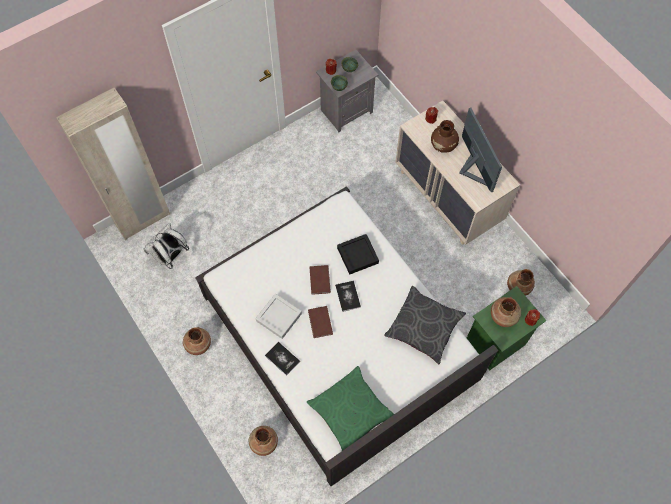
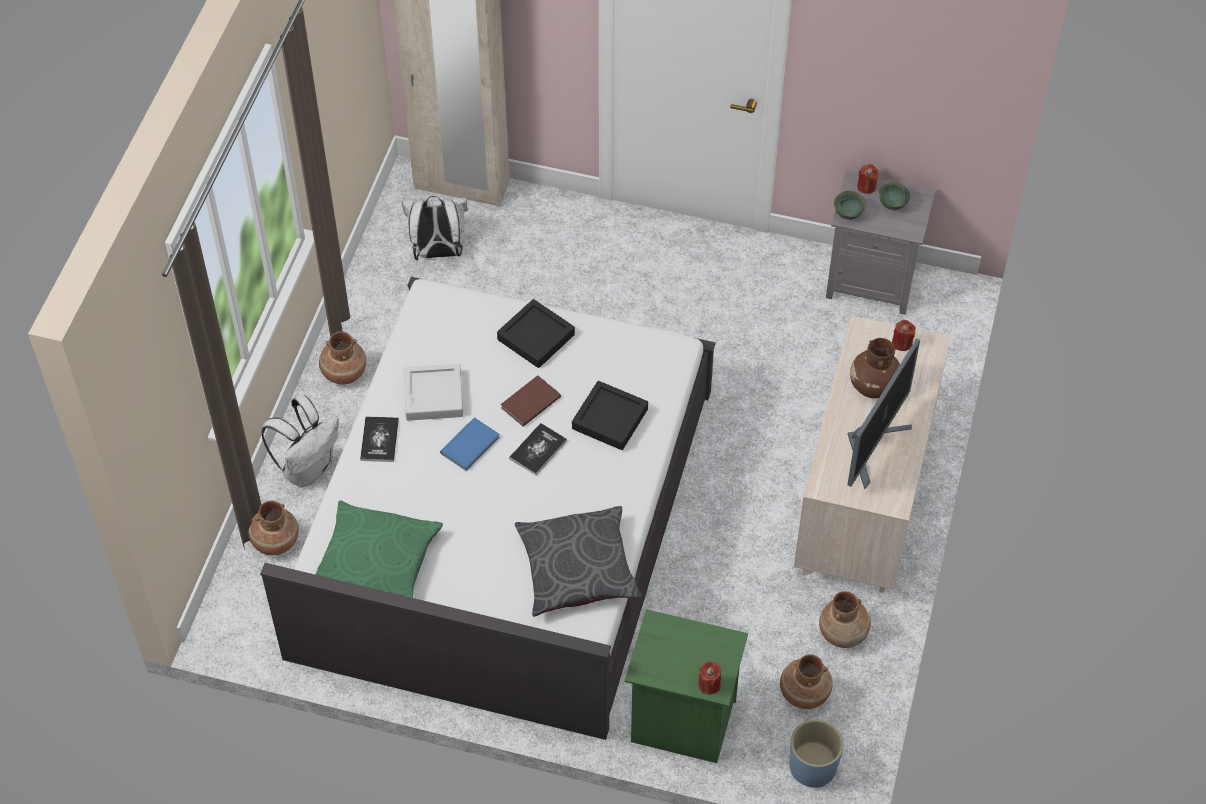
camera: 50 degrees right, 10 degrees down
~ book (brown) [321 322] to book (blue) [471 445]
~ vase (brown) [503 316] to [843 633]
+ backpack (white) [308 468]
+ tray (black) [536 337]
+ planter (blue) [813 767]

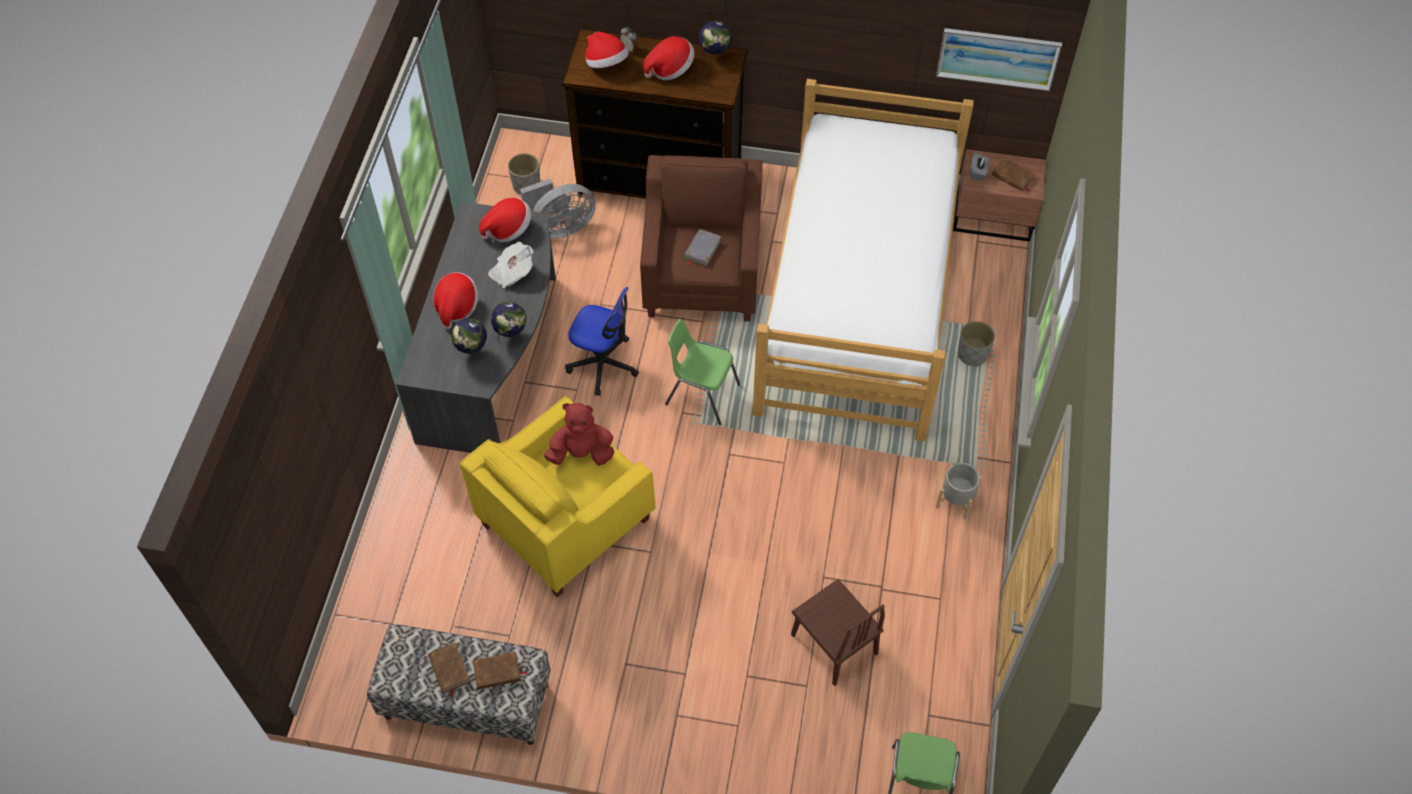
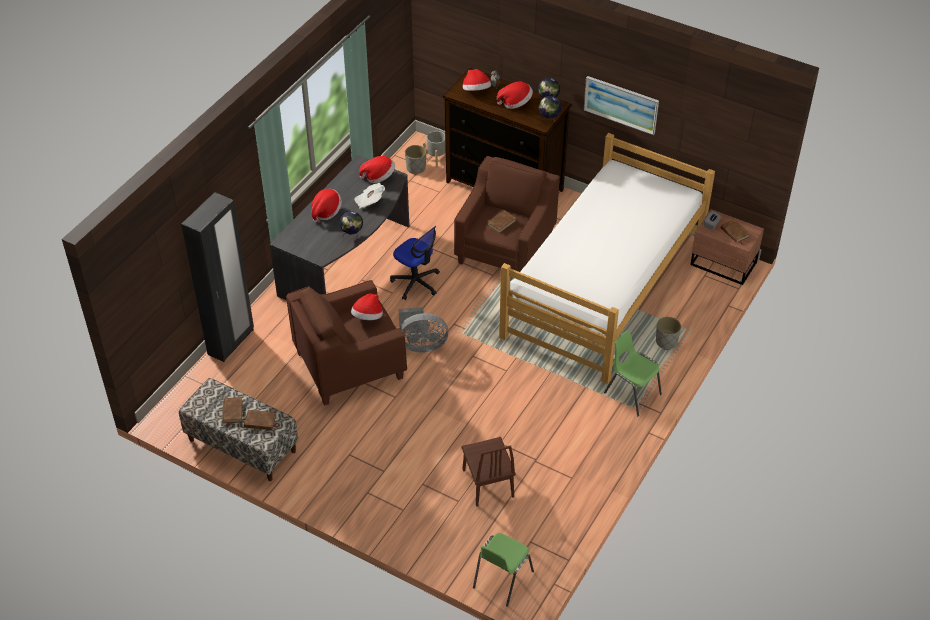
camera: 20 degrees right, 10 degrees down
~ globe [472 351] to [549 120]
~ armchair (yellow) [565 522] to armchair (brown) [349 365]
~ fan (grey) [561 227] to [421 345]
~ plush toy (red) [581 453] to hat [368 317]
~ chair (green) [701 394] to [632 393]
~ book (grey) [702 249] to book (brown) [501 223]
~ picture [998 58] to [621 104]
~ planter (grey) [956 500] to [436 158]
+ wardrobe (black) [231 342]

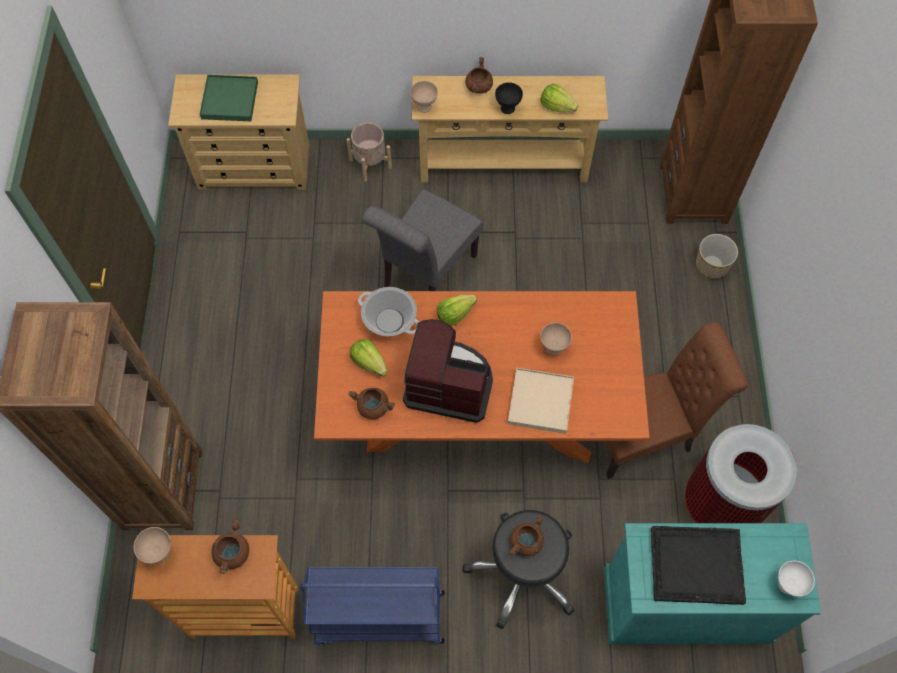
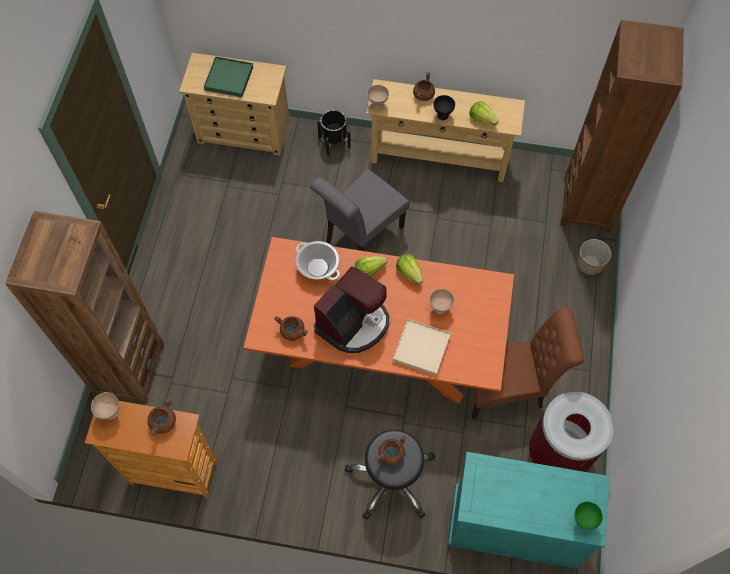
camera: 10 degrees right, 0 degrees up
- cart (blue) [378 618]
~ planter (beige) [370 163] to planter (black) [334 142]
~ lettuce [369 362] to [409 273]
~ coffee machine [449 384] = [353 323] 105 degrees clockwise
- tray (black) [695 565]
~ bowl (white) [786 584] to bowl (green) [583 520]

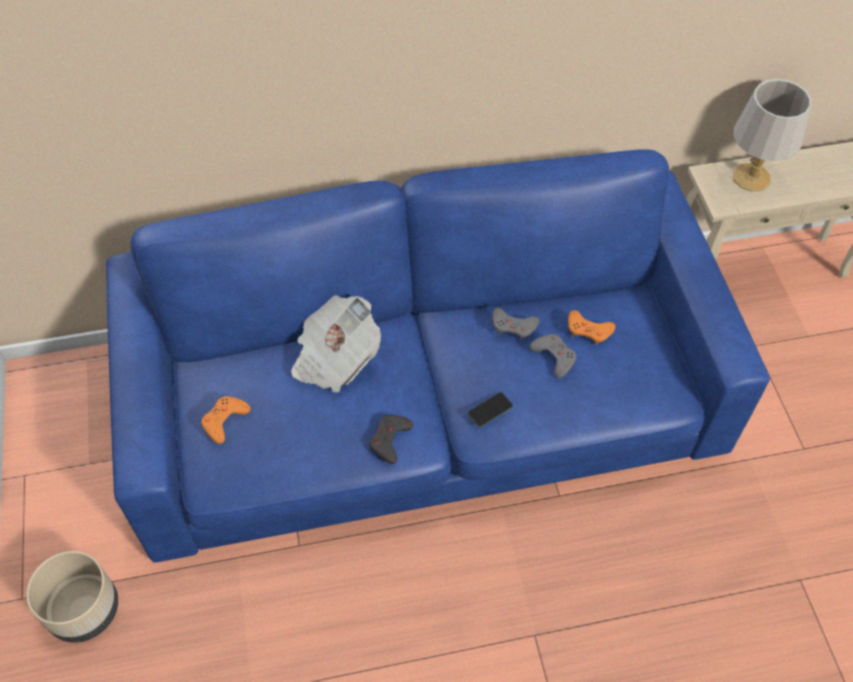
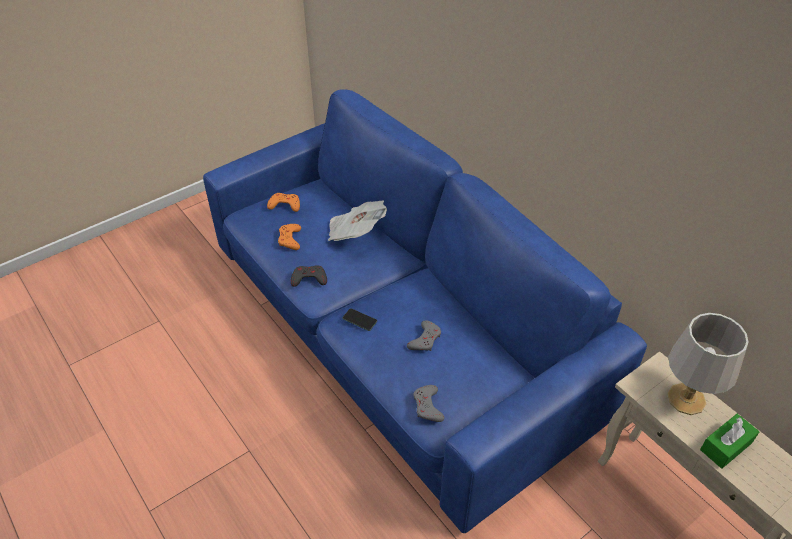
camera: 65 degrees right, 10 degrees down
- planter (beige) [85 610]
~ game controller (grey) [513 326] to [428 406]
~ game controller (orange) [589 330] to [290 239]
+ tissue box (green) [726 446]

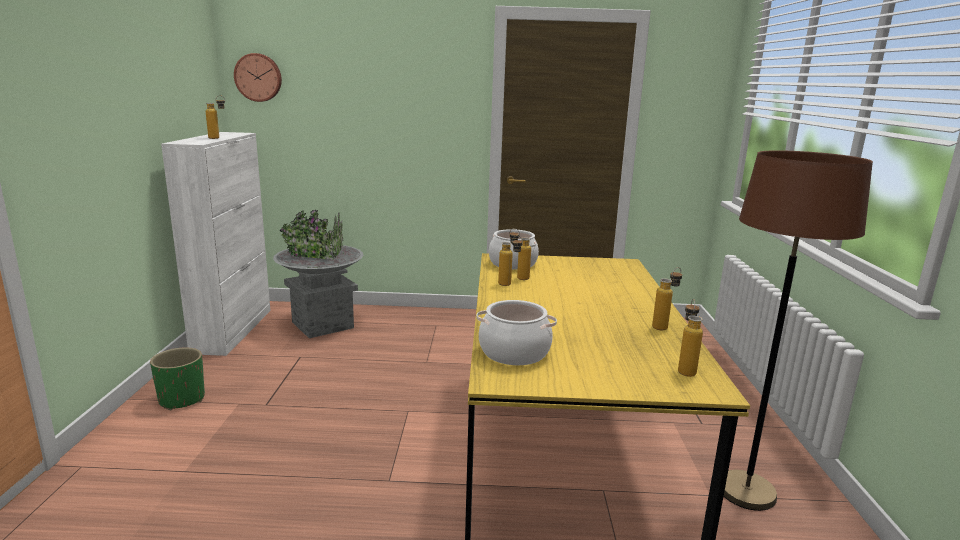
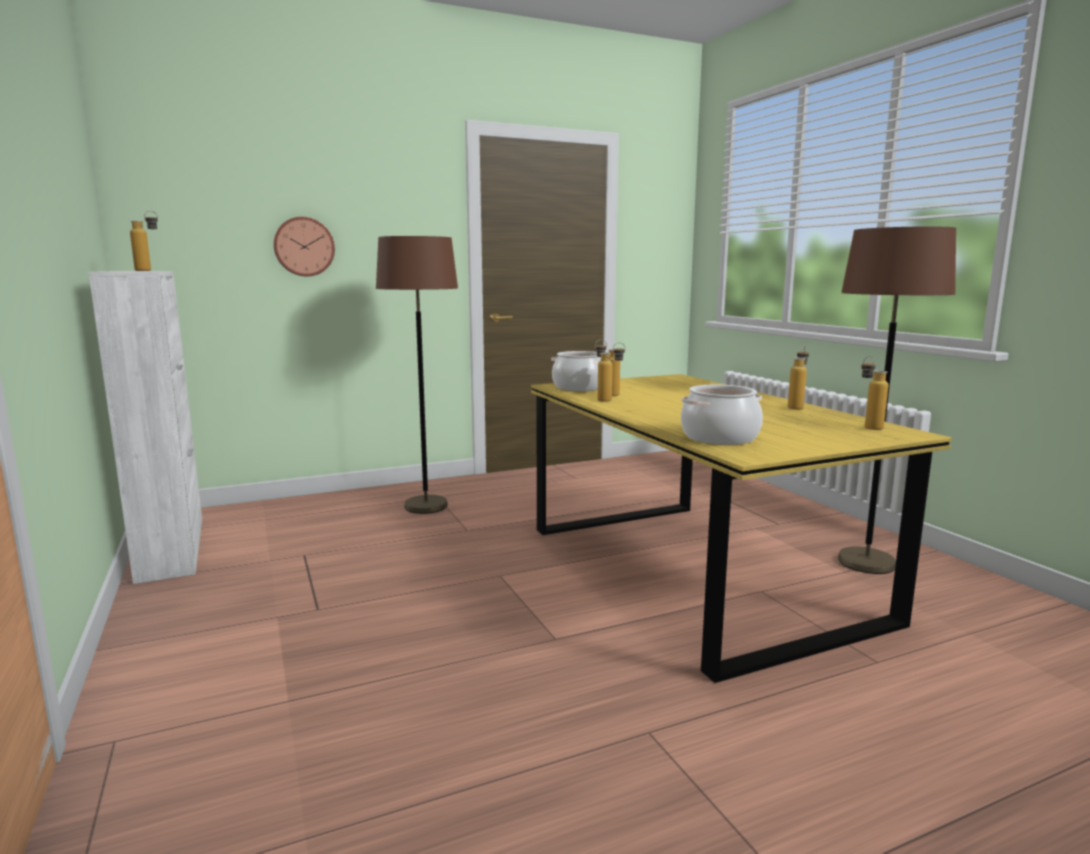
camera: 25 degrees left, 5 degrees down
- planter (green) [182 399]
~ wall clock [258 77] to [304 247]
- planter (grey) [323 325]
+ floor lamp (brown) [426 506]

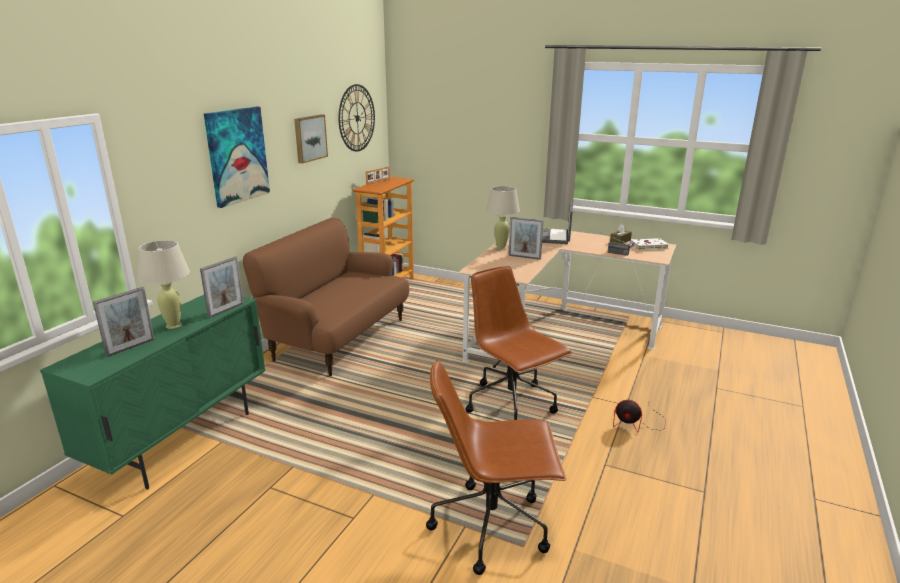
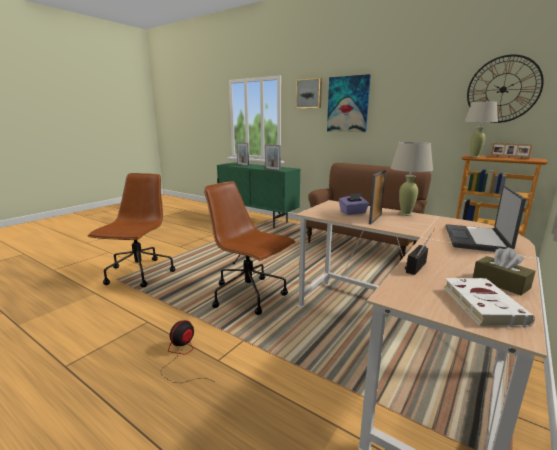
camera: 100 degrees right, 5 degrees down
~ table lamp (beige) [173 325] to [474 156]
~ picture [309 138] to [309 93]
~ office chair (brown) [512 405] = [249 295] 120 degrees counterclockwise
~ laptop [554 237] = [477 239] 90 degrees counterclockwise
+ tissue box (purple) [353 212]

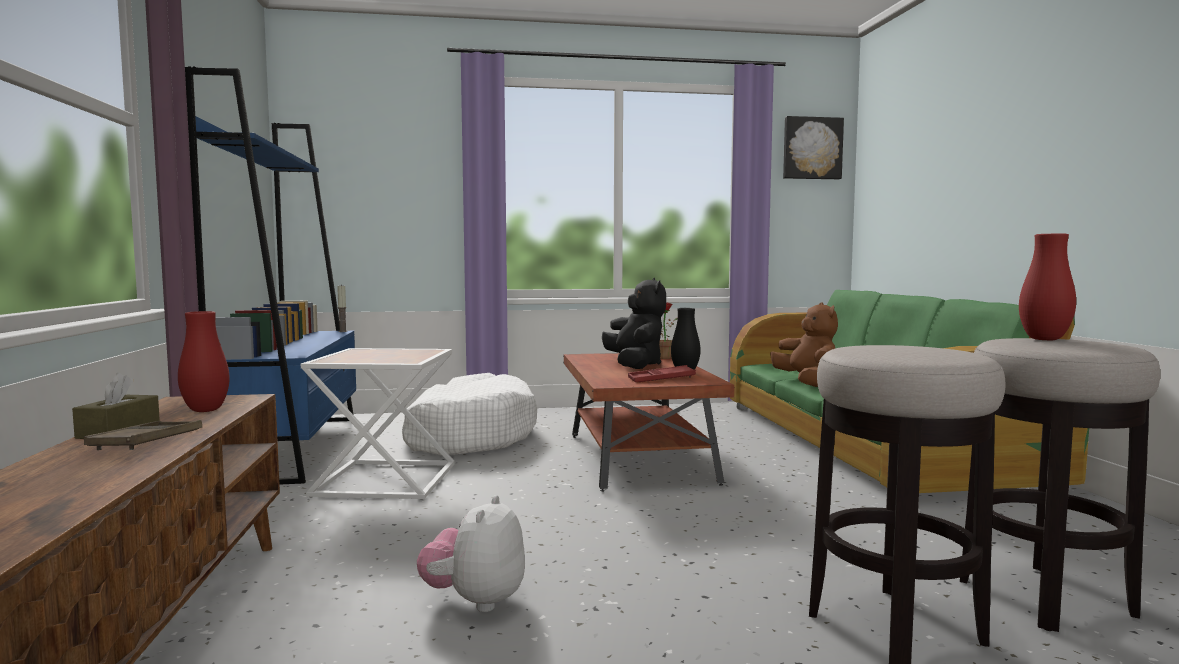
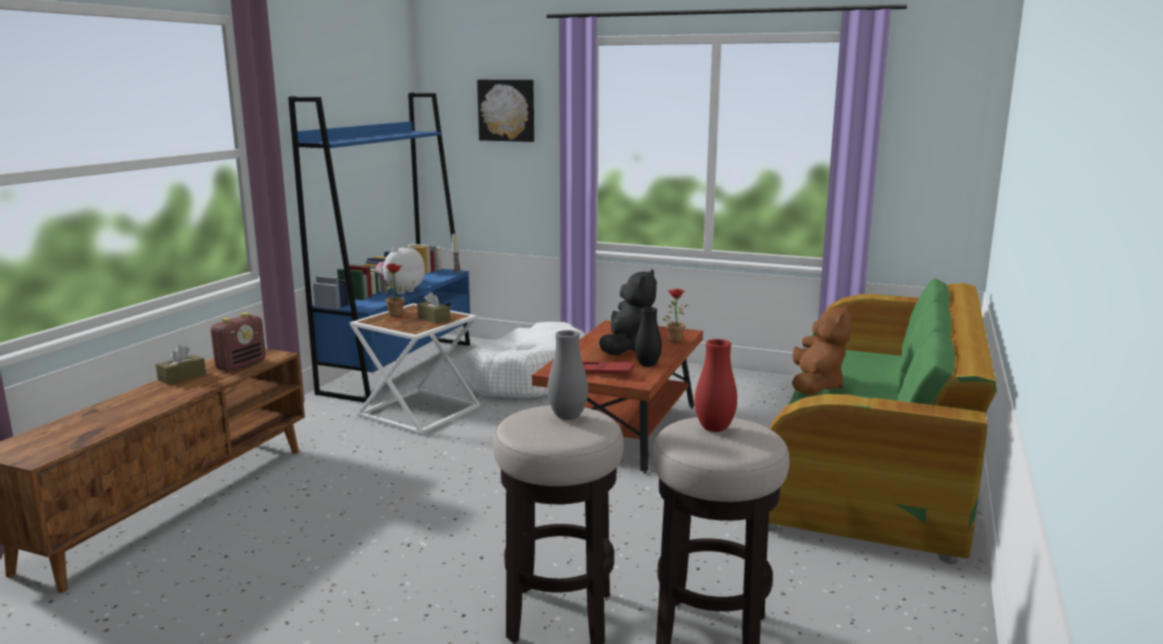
camera: 30 degrees right, 10 degrees up
- tray (brown) [147 442]
~ vase (red) [205 410] to radio [241 365]
~ plush toy [475 601] to [401 291]
~ picture [811 148] to [507 110]
+ potted plant [399 315]
+ tissue box (brown) [434 319]
+ vase (grey) [567 417]

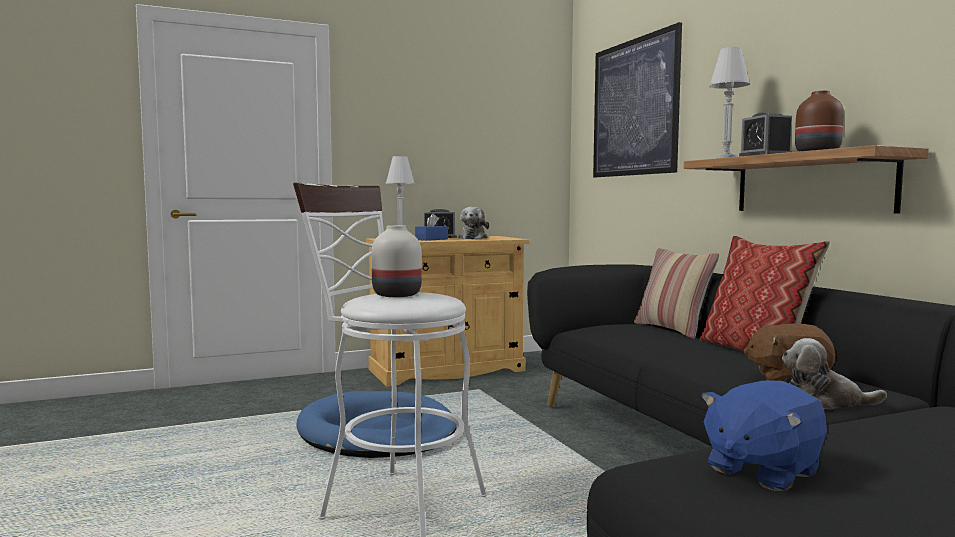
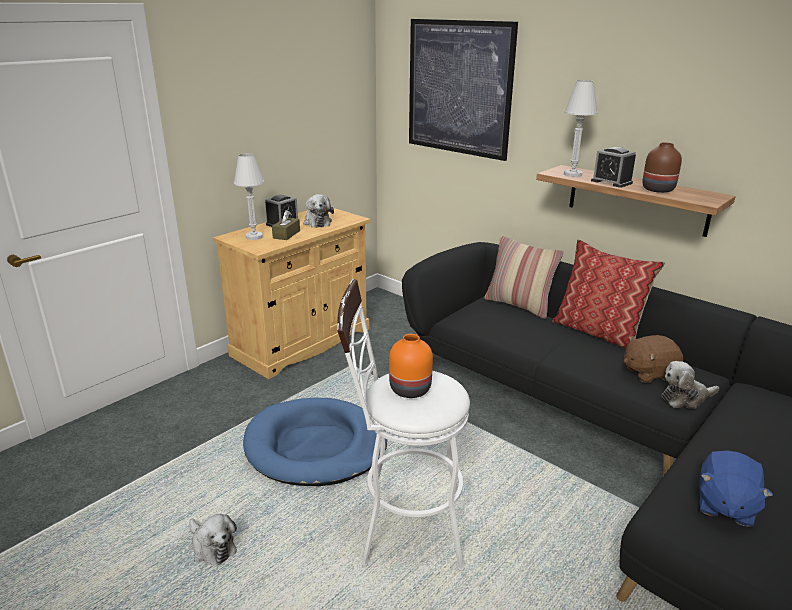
camera: 25 degrees left, 20 degrees up
~ vase (white) [398 295] to vase (orange) [411 389]
~ tissue box (blue) [431 239] to tissue box (brown) [286 234]
+ plush toy [212 547]

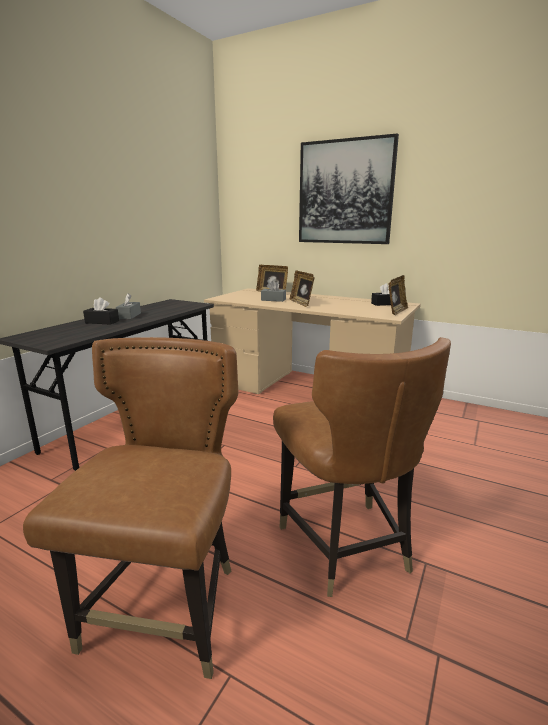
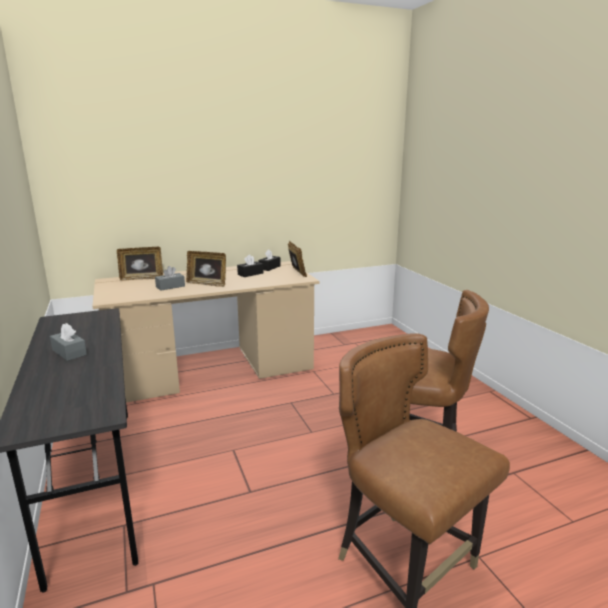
camera: 50 degrees left, 0 degrees up
~ tissue box (black) [102 322] to [250 274]
- picture [345 192]

